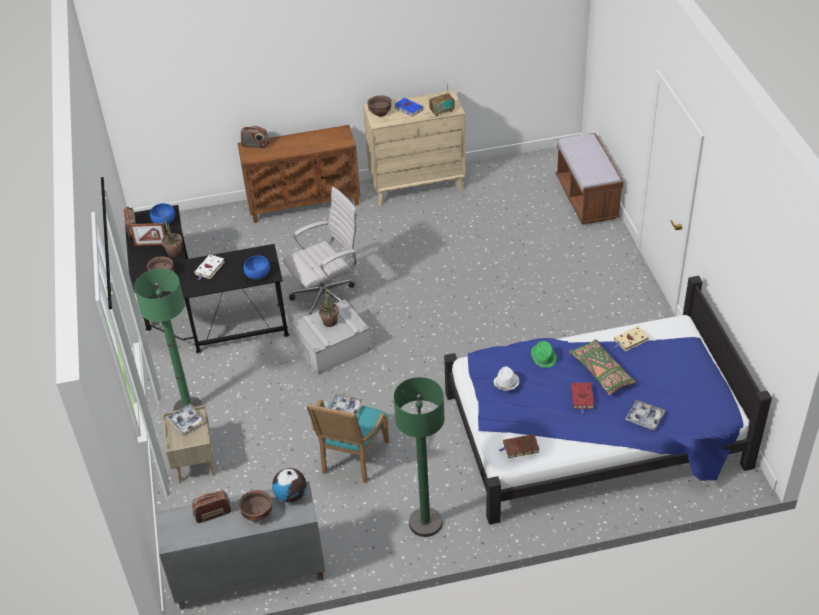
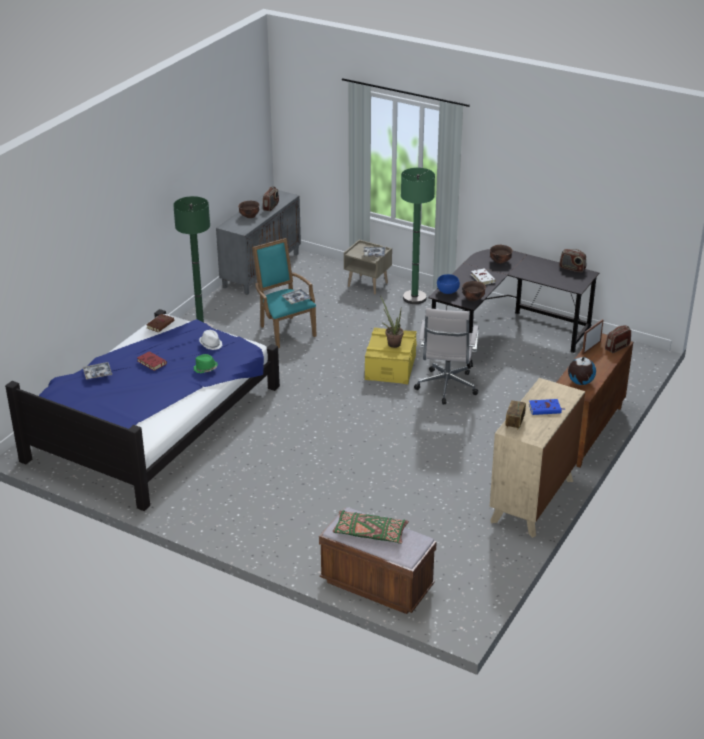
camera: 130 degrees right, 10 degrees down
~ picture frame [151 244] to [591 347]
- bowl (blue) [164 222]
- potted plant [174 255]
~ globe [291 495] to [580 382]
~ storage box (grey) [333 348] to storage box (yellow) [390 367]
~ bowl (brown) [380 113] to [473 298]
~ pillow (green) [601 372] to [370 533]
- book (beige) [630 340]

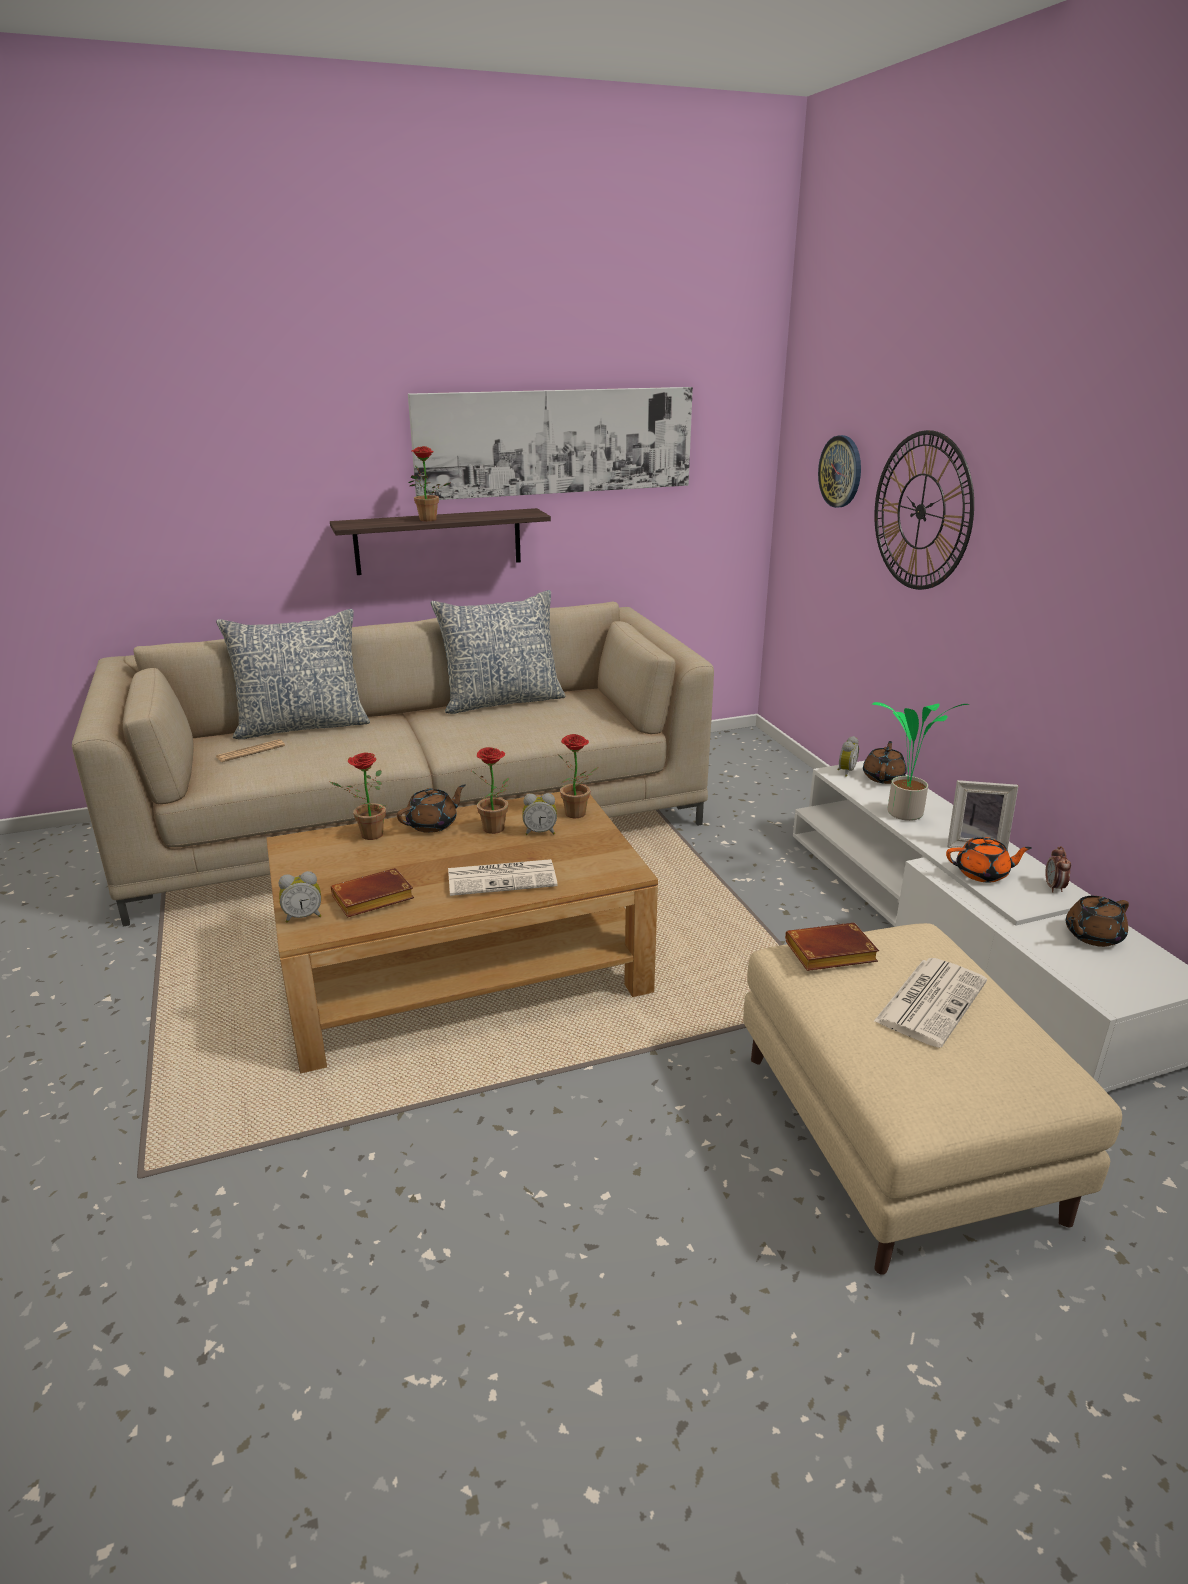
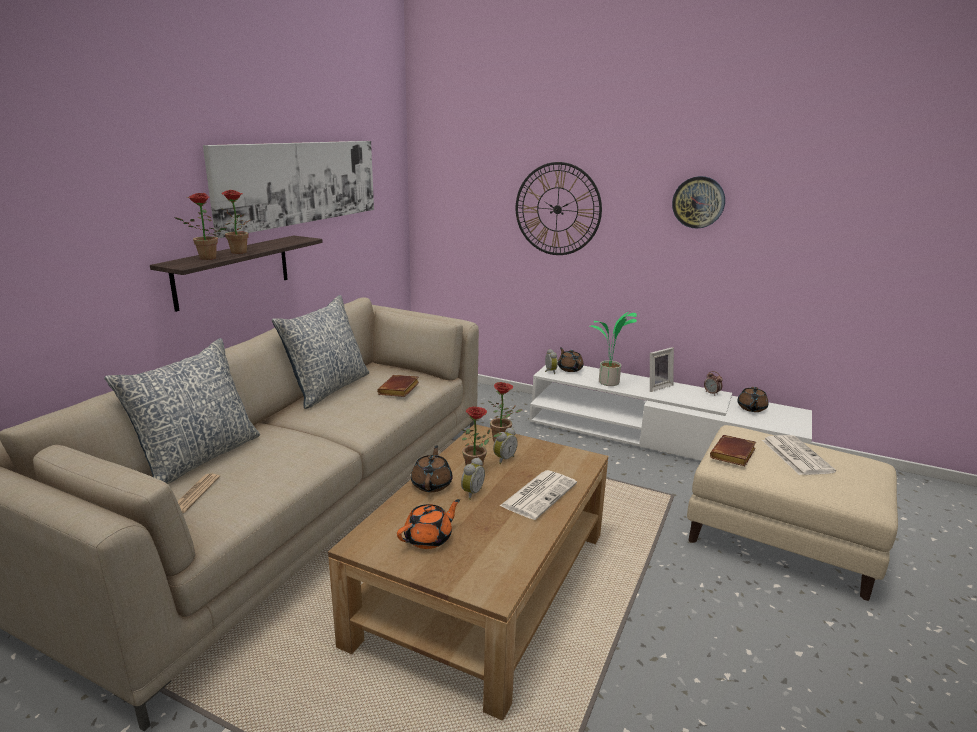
camera: 45 degrees left, 5 degrees down
~ alarm clock [303 916] to [471 493]
~ potted plant [367 835] to [205 259]
~ book (brown) [371 900] to [399 390]
~ wall clock [841 471] to [698 202]
~ teapot (orange) [983 873] to [429 538]

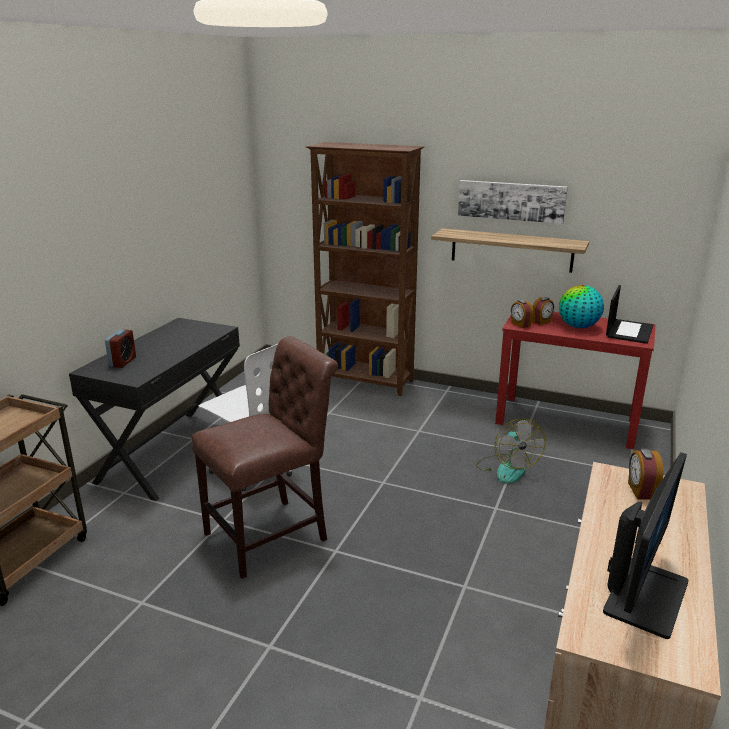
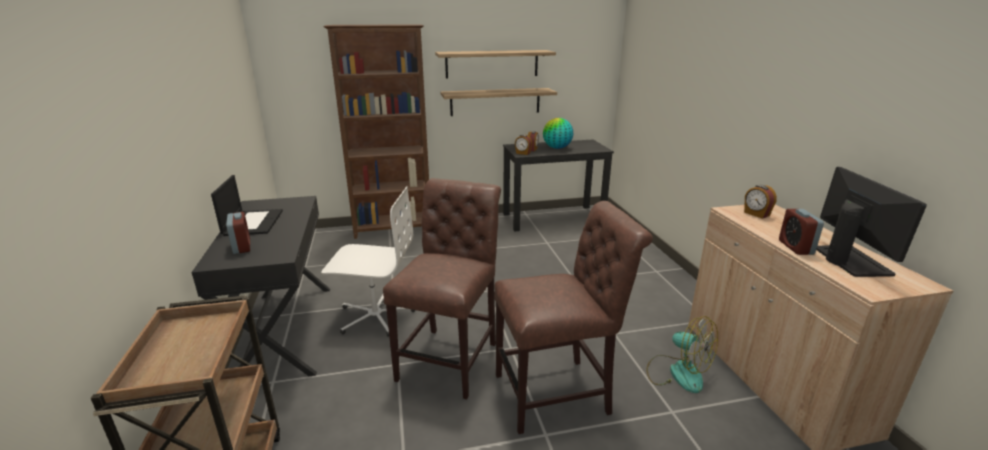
camera: 35 degrees left, 0 degrees up
~ picture [511 201] to shelf [492 64]
~ fan [507 468] to [677 372]
~ desk (red) [567 421] to desk (black) [553 218]
~ laptop [628 331] to [253 222]
+ chair (brown) [558 393]
+ alarm clock [795 247]

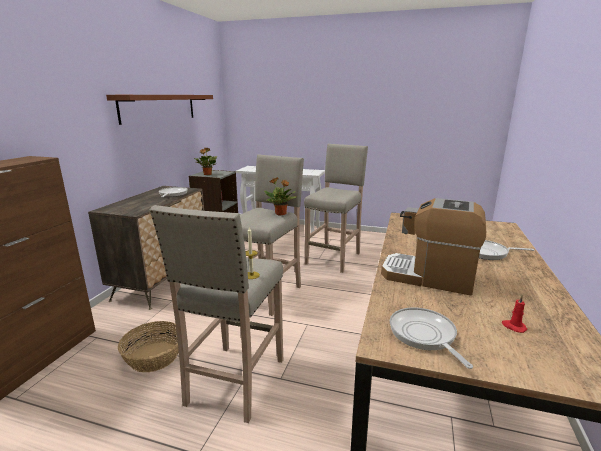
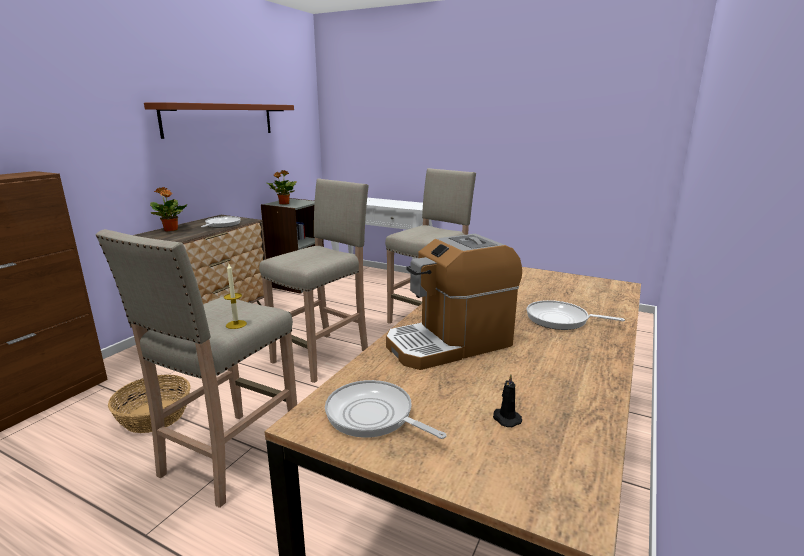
camera: 10 degrees right, 0 degrees up
~ potted plant [281 214] to [171 230]
~ coffee machine [429 276] = [449 343] 60 degrees counterclockwise
~ frying pan [424 335] = [373 416] 45 degrees counterclockwise
~ candle (red) [513 327] to candle (black) [505 418]

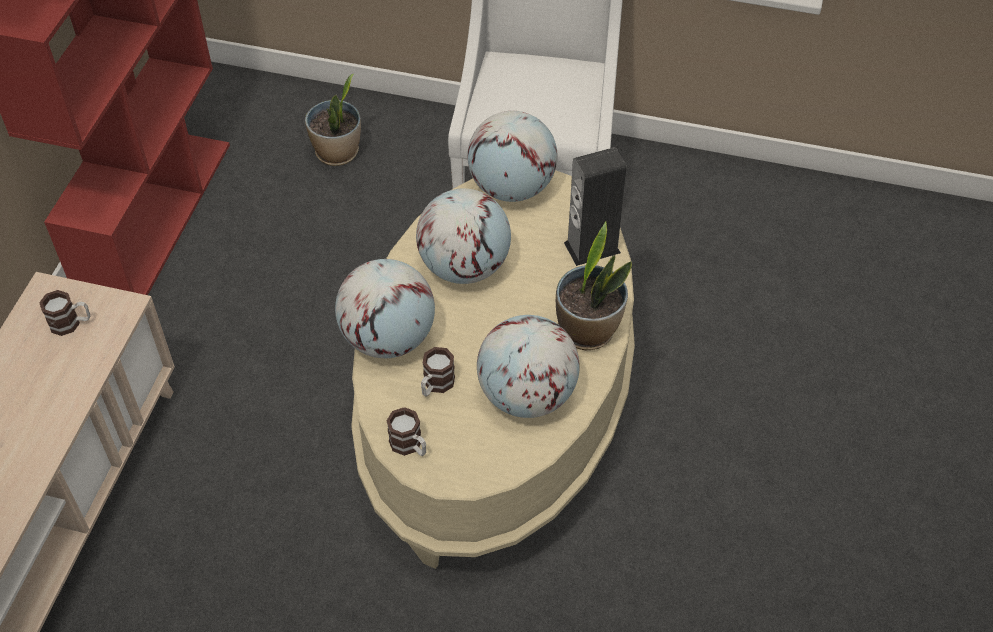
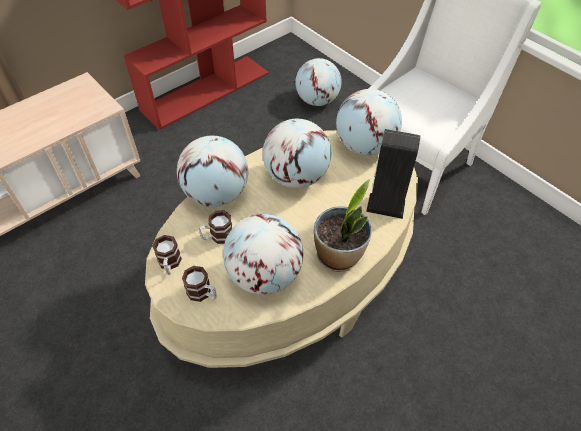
camera: 35 degrees right, 0 degrees up
~ mug [71 323] to [203 293]
~ potted plant [337 153] to globe [317 100]

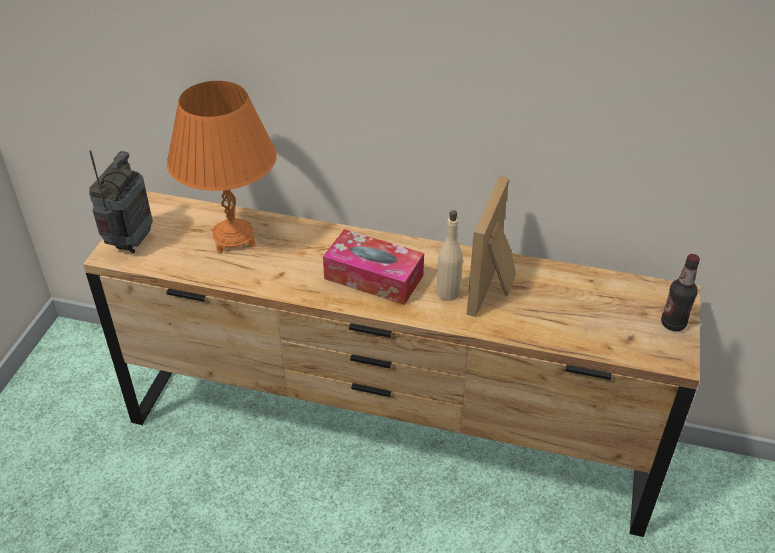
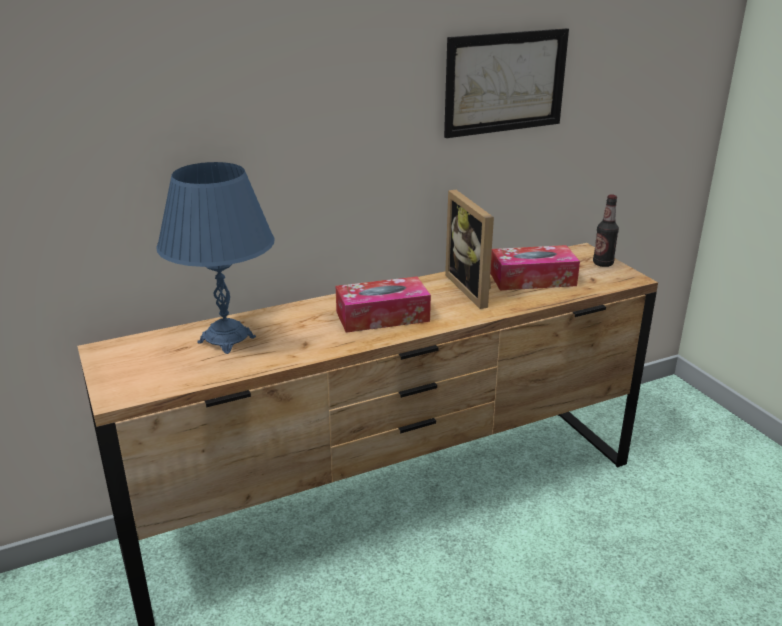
camera: 40 degrees left, 15 degrees down
- radio [131 242]
~ table lamp (orange) [234 238] to table lamp (blue) [227 340]
- bottle (beige) [447 292]
+ picture [505 82]
+ tissue box [532 279]

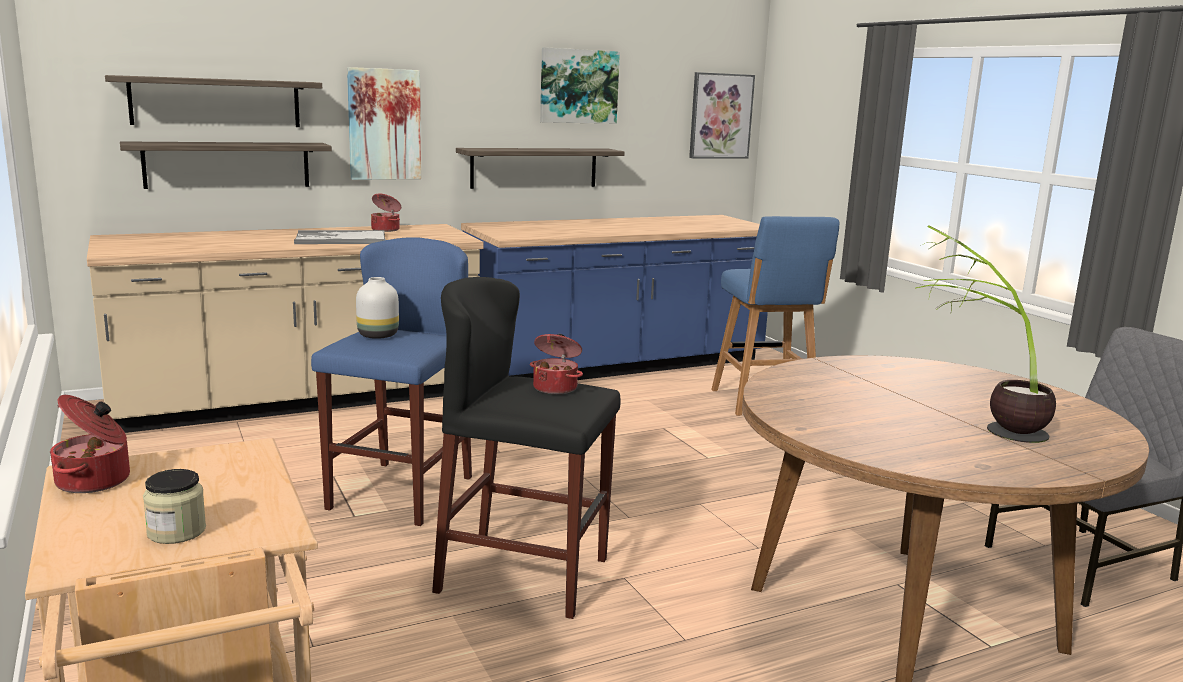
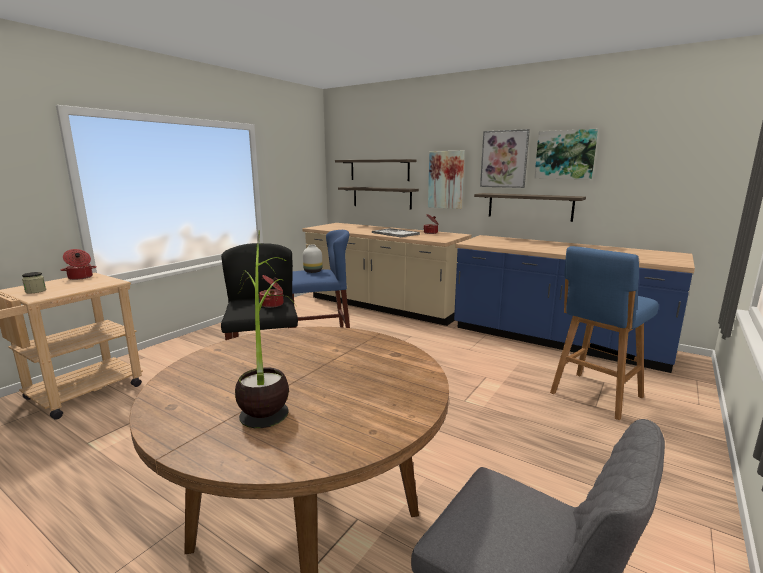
camera: 60 degrees right, 0 degrees up
~ picture [720 116] to [504 159]

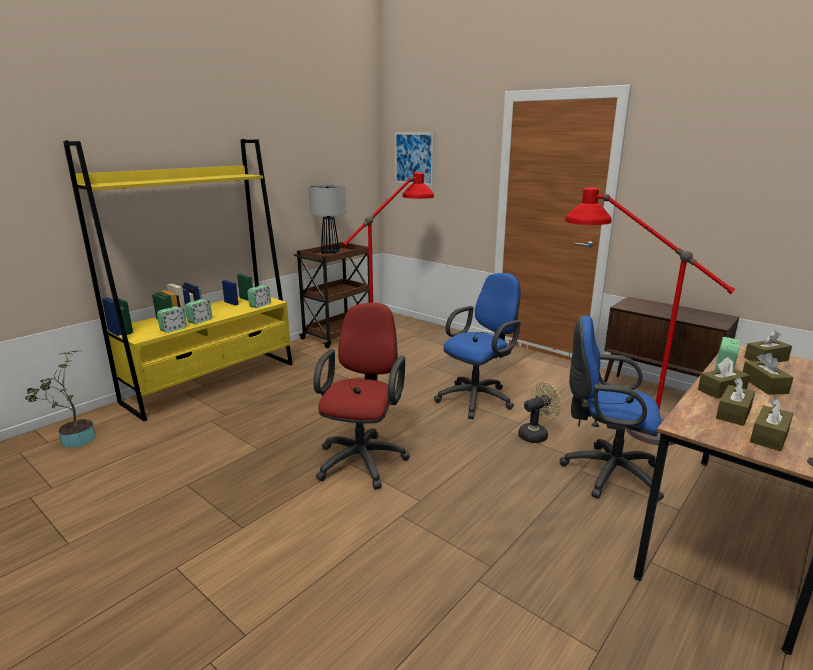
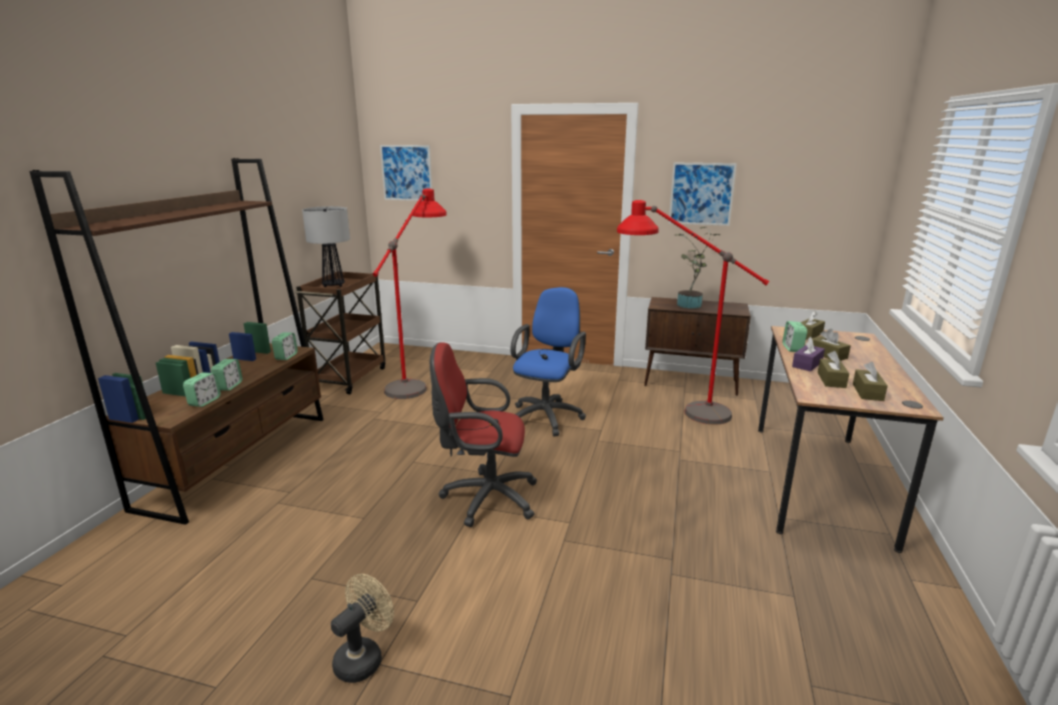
camera: 25 degrees left, 0 degrees up
~ potted plant [75 441] to [689 306]
~ bookcase (yellow) [212 382] to bookcase (brown) [238 459]
~ office chair (red) [363 458] = [485 498] 75 degrees counterclockwise
~ fan (beige) [536 434] to [364 657]
- office chair (blue) [606 472]
~ tissue box (brown) [721 390] to tissue box (purple) [807 364]
+ picture [701 194]

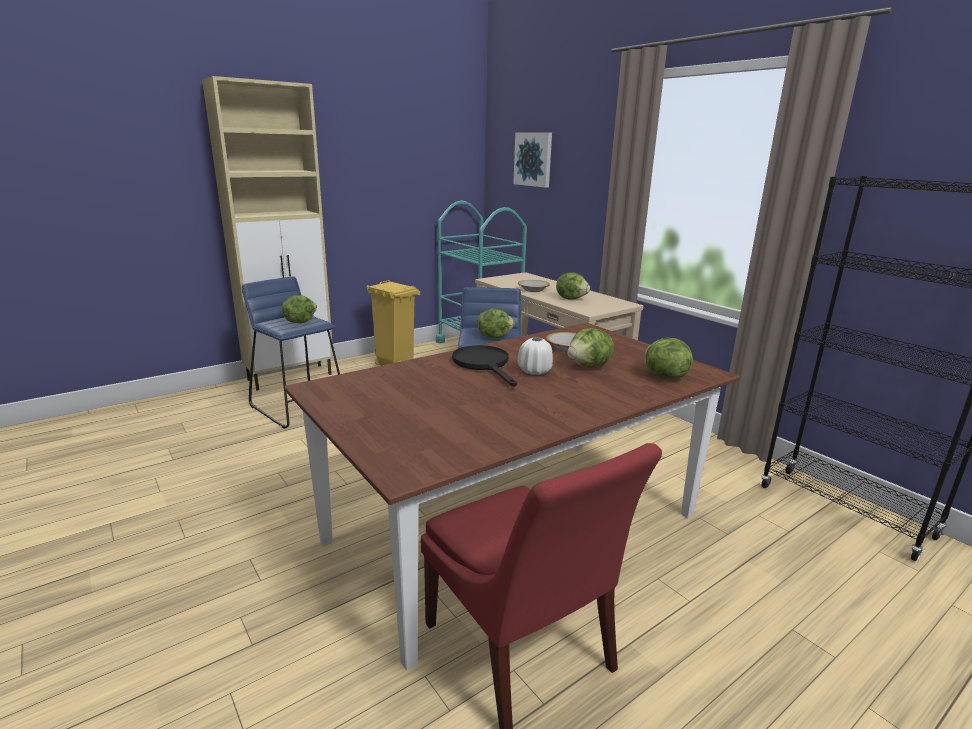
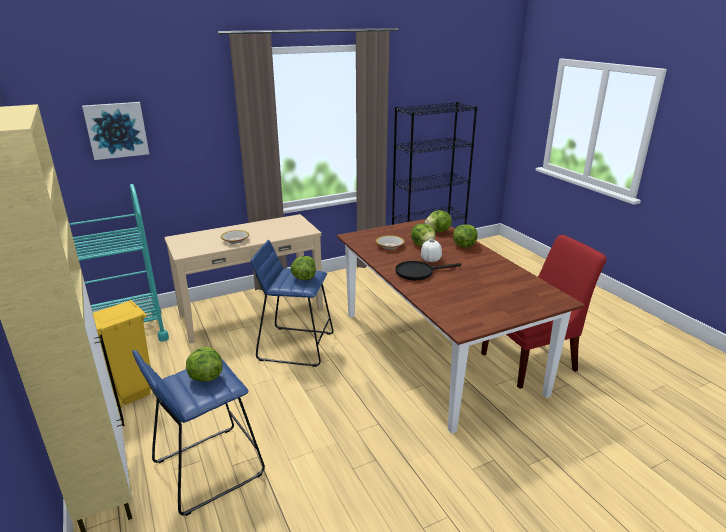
camera: 80 degrees left, 5 degrees up
~ lettuce [571 298] to [464 245]

